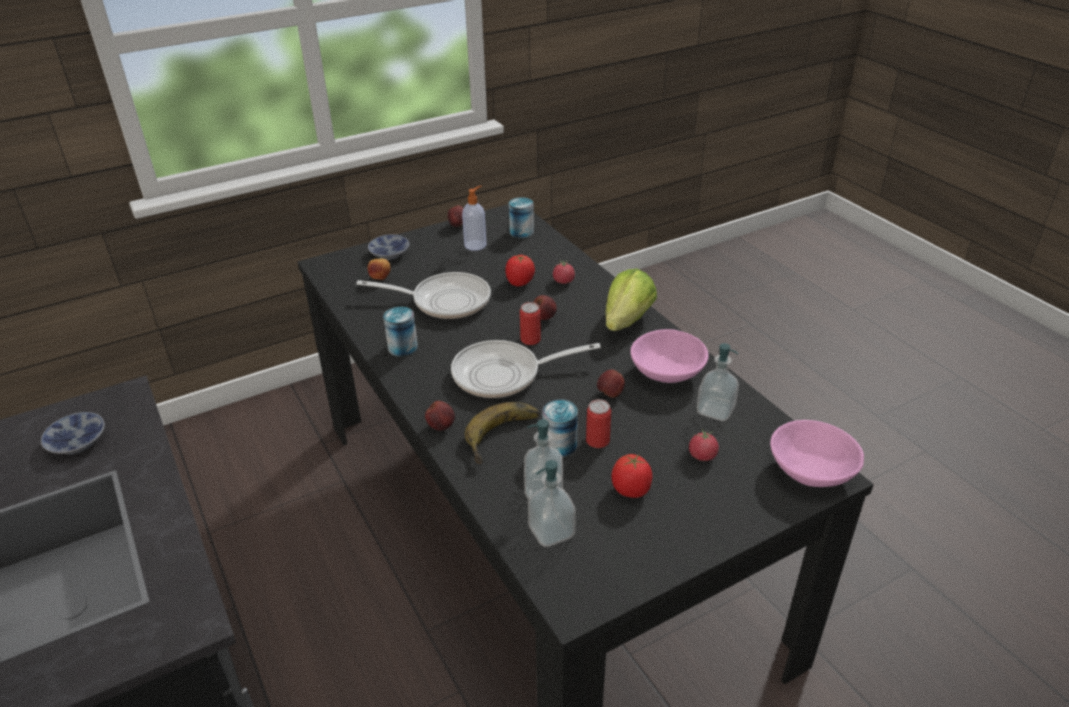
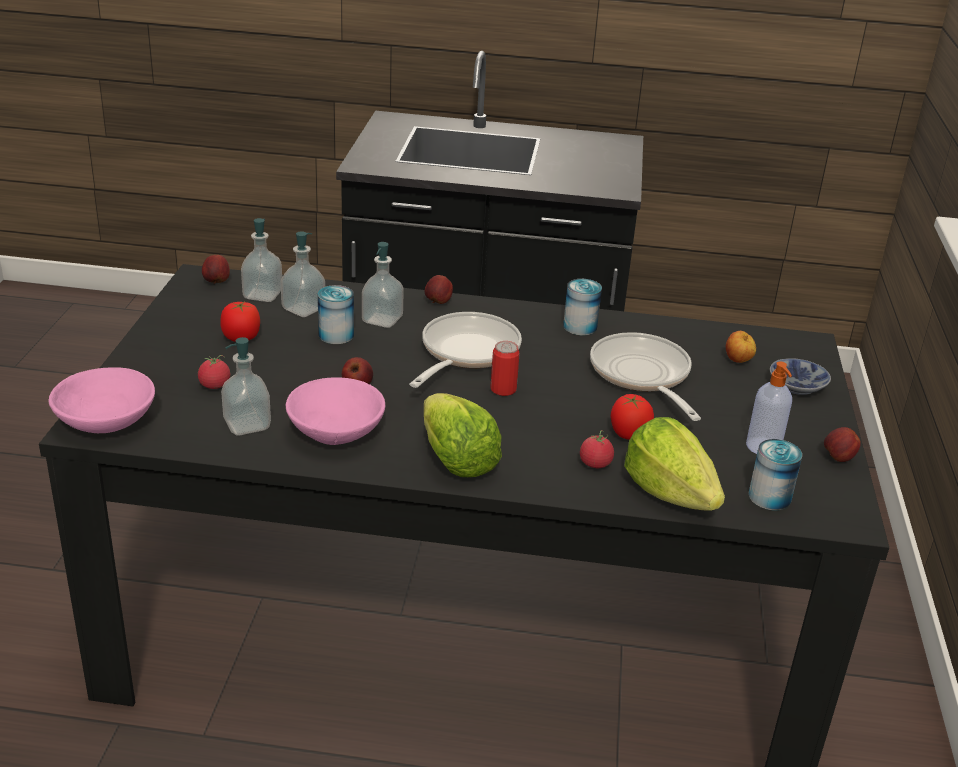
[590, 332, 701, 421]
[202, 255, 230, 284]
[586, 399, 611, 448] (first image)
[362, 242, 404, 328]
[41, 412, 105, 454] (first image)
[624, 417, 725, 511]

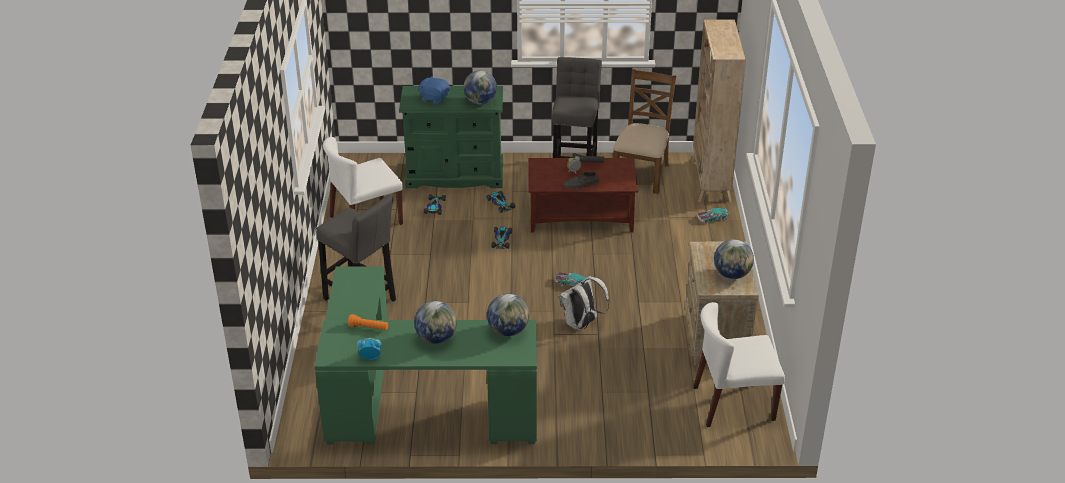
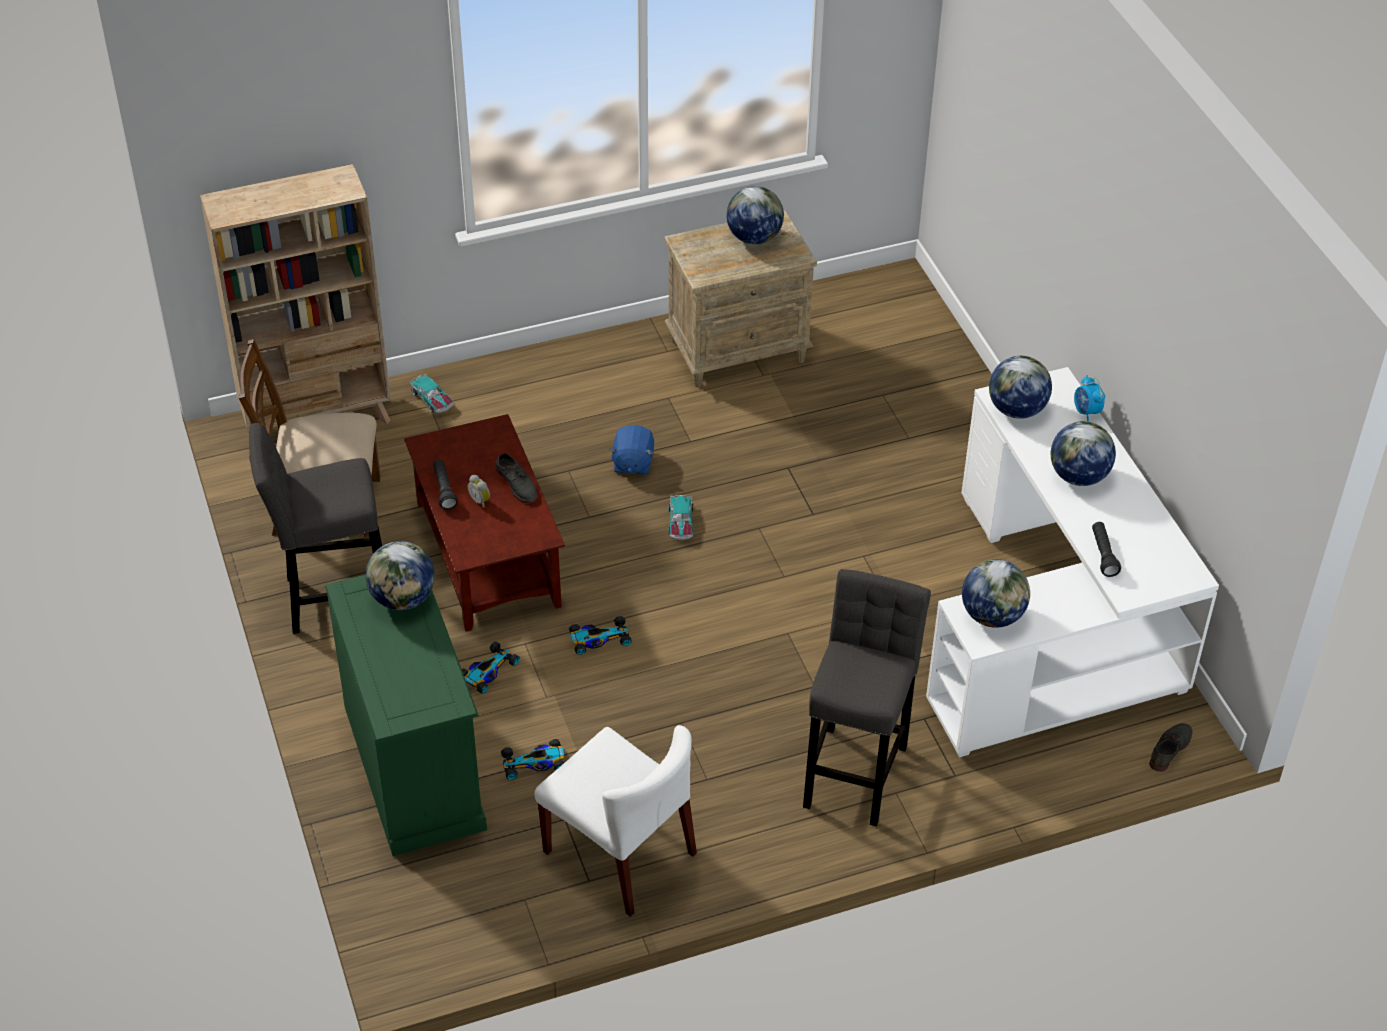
[609, 425, 654, 475]
[926, 367, 1219, 757]
[559, 276, 609, 330] (first image)
[693, 302, 785, 427] (first image)
[1092, 522, 1121, 577]
[1074, 375, 1105, 421]
[962, 559, 1030, 628]
[1149, 723, 1193, 772]

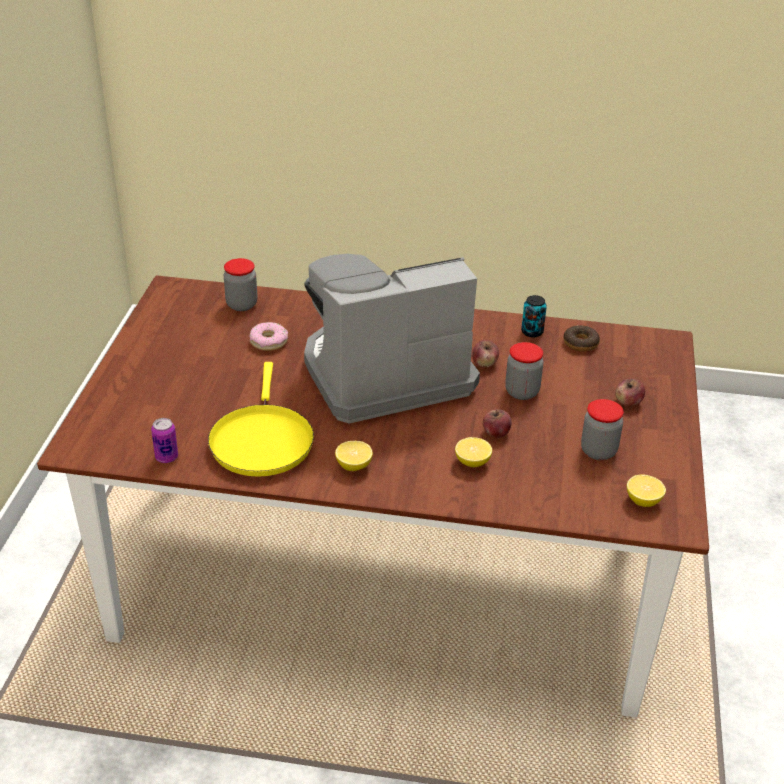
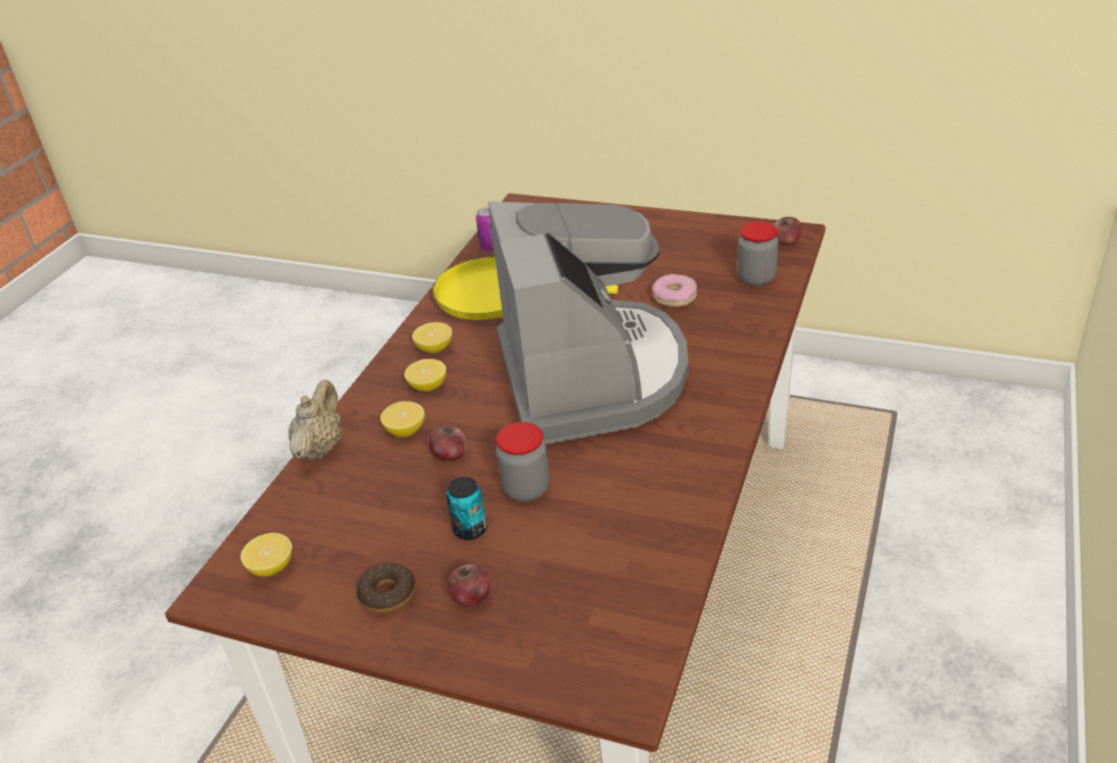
[446, 477, 487, 540]
[357, 563, 416, 614]
[773, 217, 802, 245]
[581, 399, 624, 460] (first image)
[405, 359, 446, 392]
[288, 380, 342, 460]

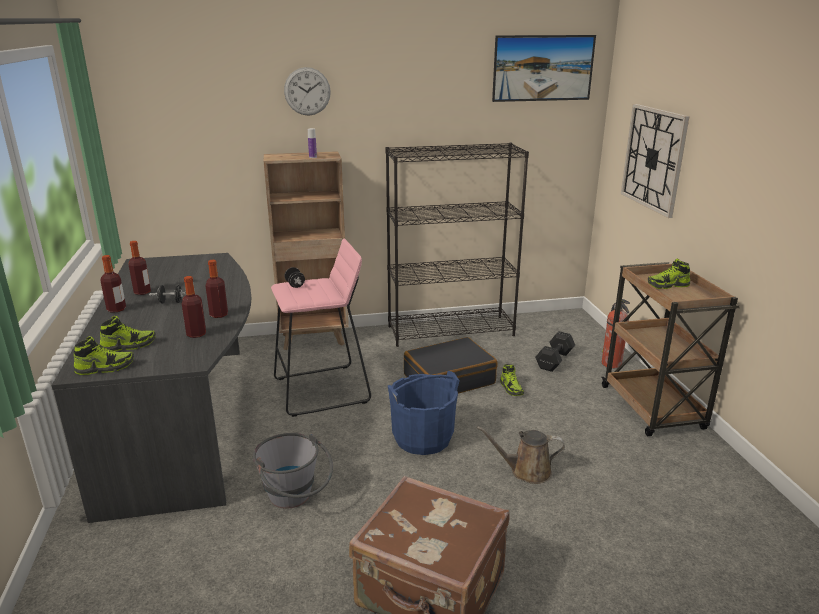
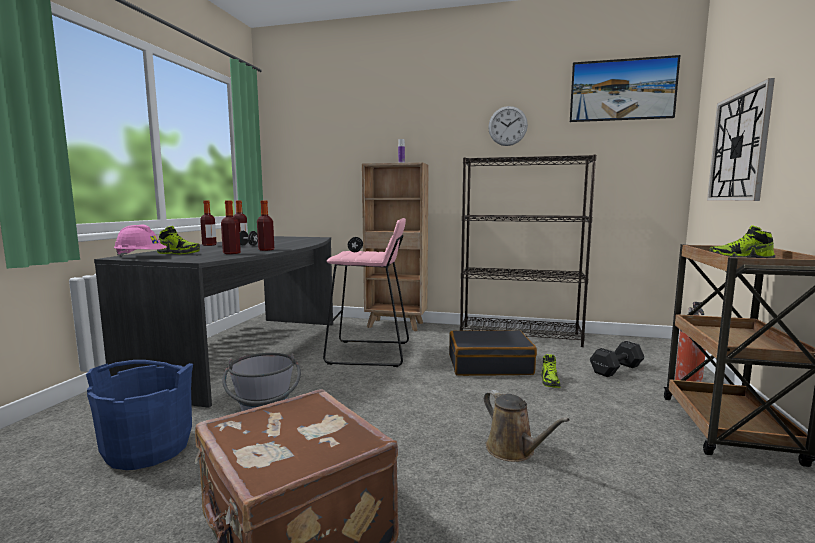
[488, 106, 528, 146]
[114, 225, 167, 257]
[86, 360, 193, 470]
[484, 390, 570, 462]

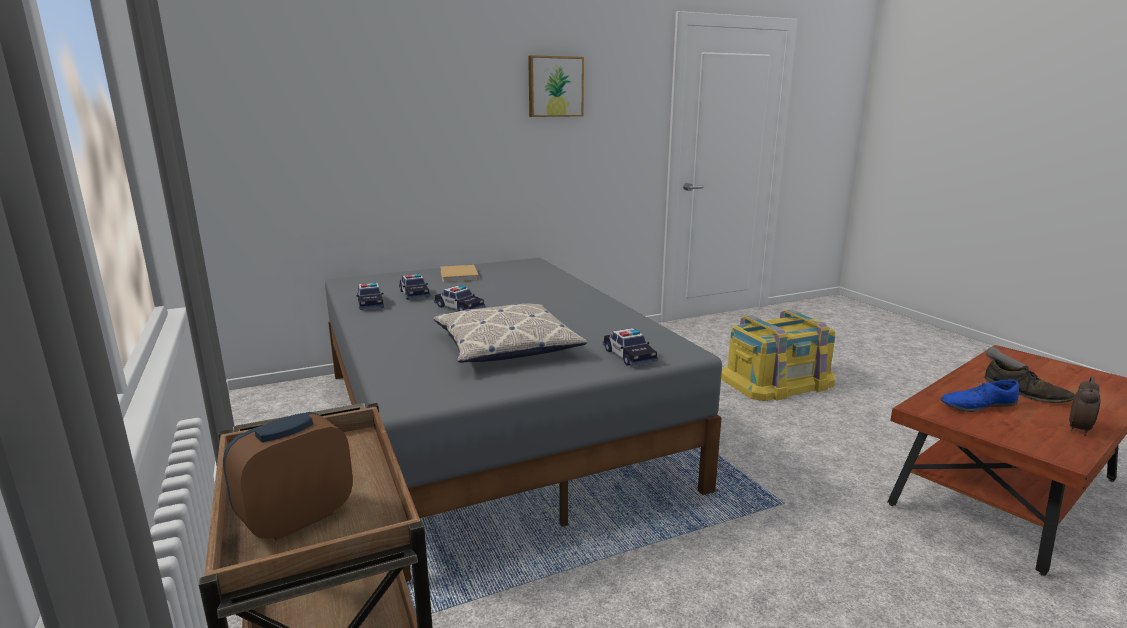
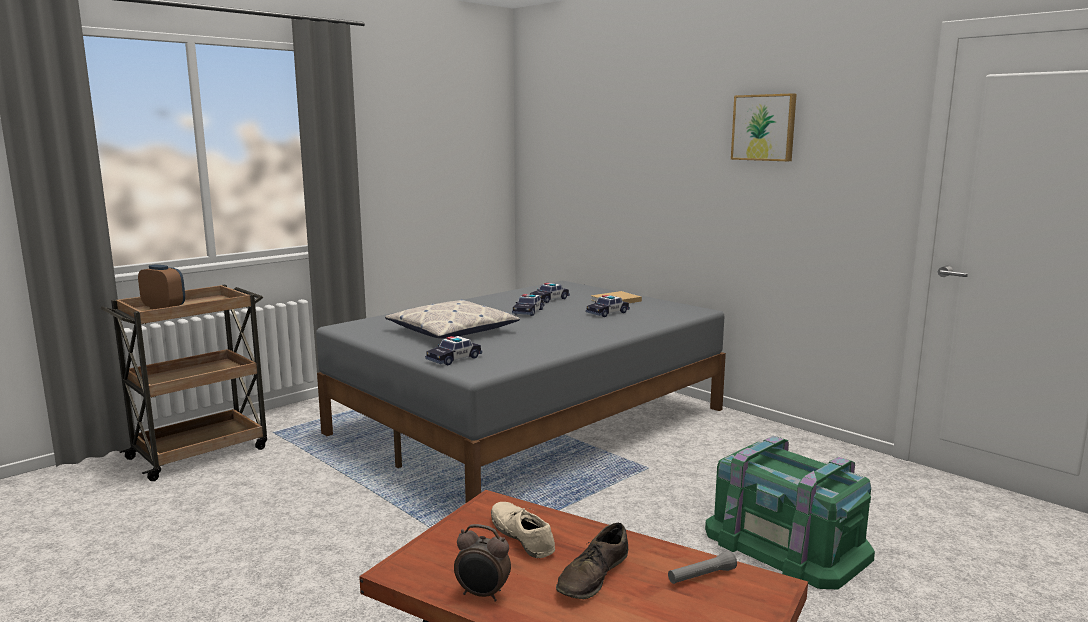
[586, 295, 630, 317]
[705, 436, 875, 589]
[491, 502, 555, 558]

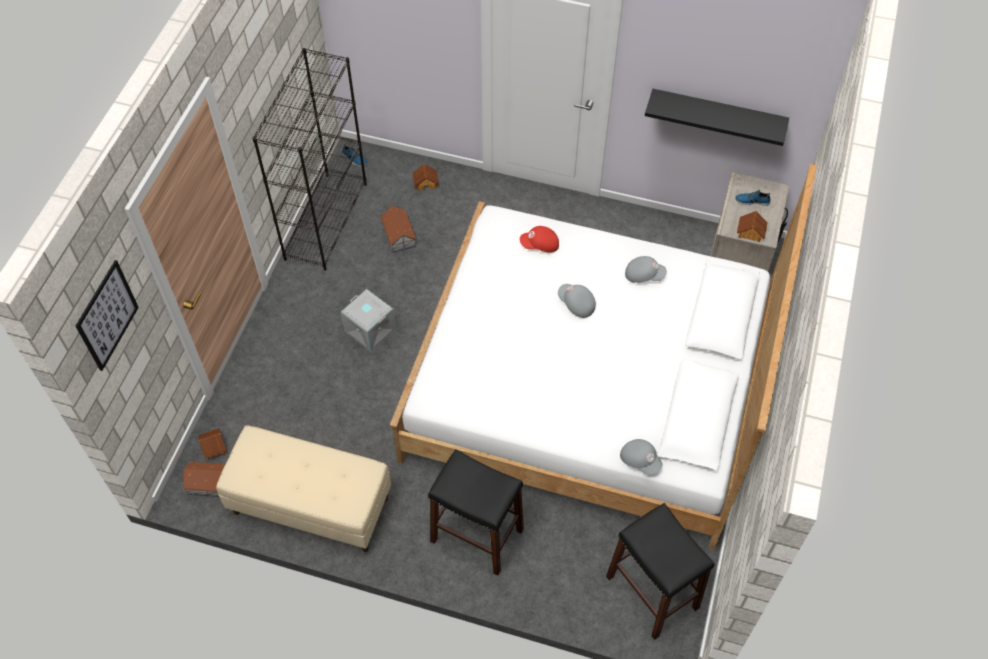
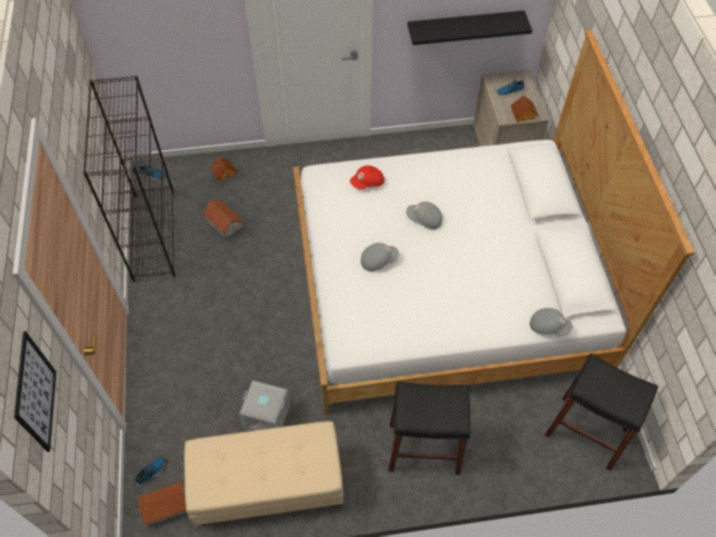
[361, 243, 399, 271]
[239, 380, 290, 431]
[135, 457, 165, 486]

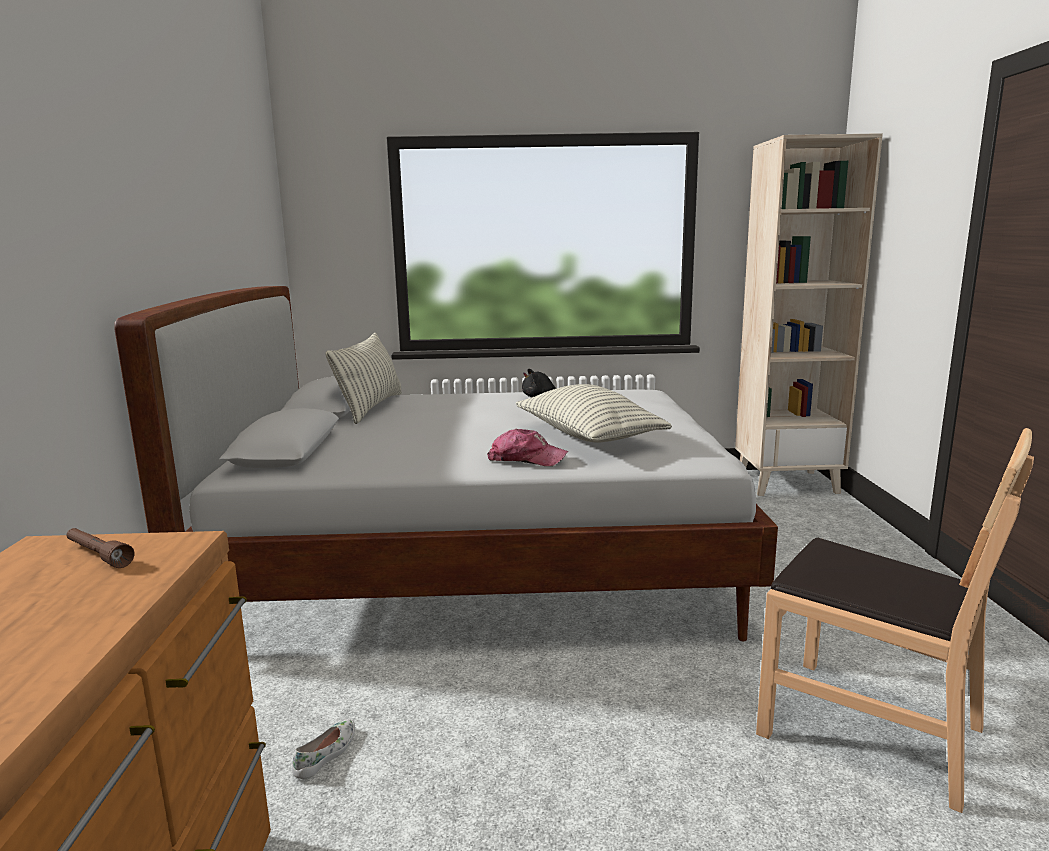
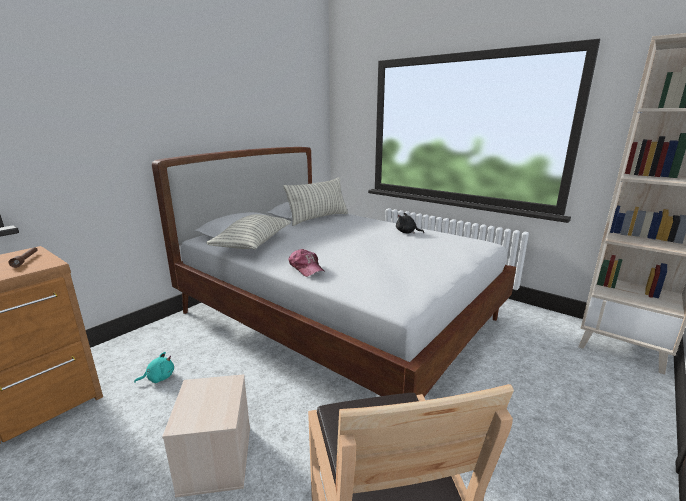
[206, 214, 291, 250]
[134, 352, 174, 383]
[162, 374, 250, 498]

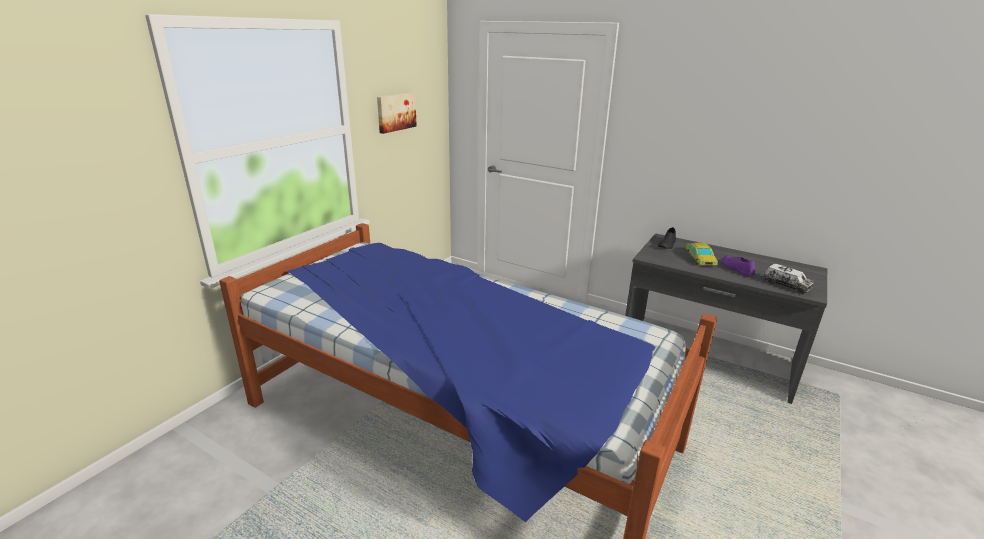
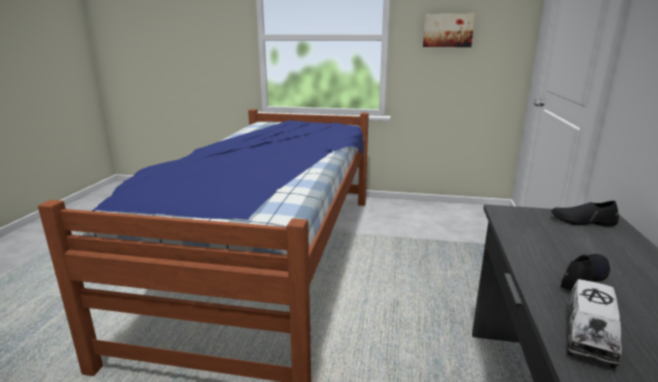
[686, 243, 718, 265] (first image)
[561, 254, 610, 291]

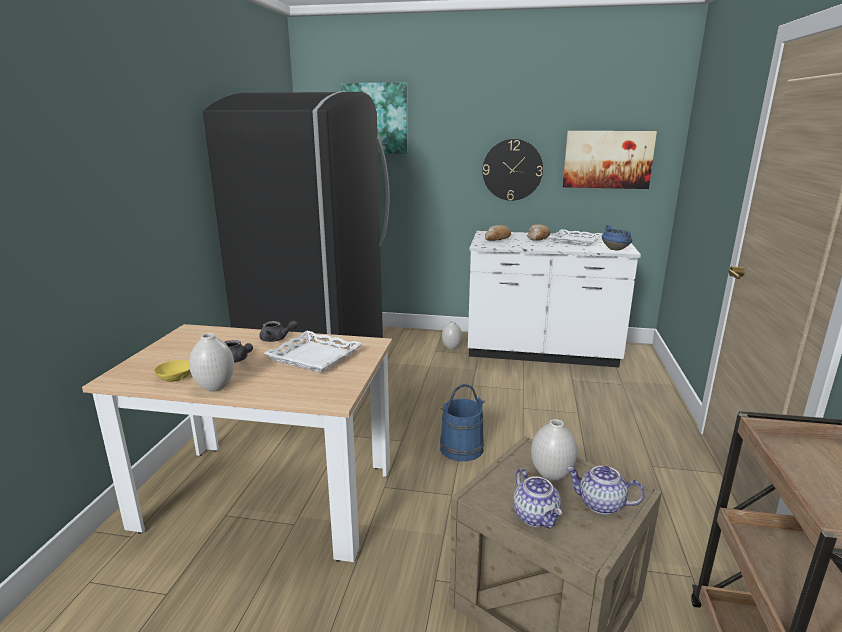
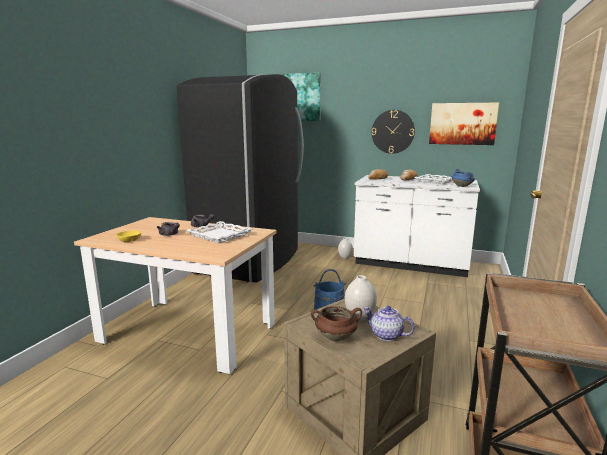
[189, 333, 234, 392] (first image)
[311, 306, 362, 341]

